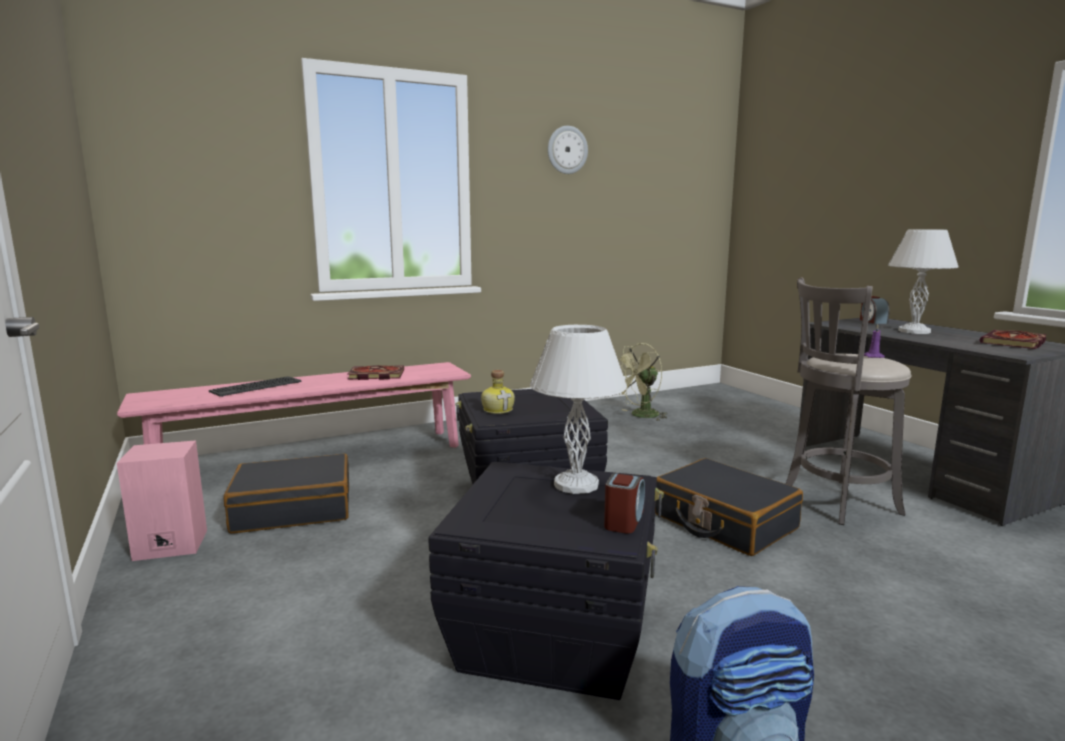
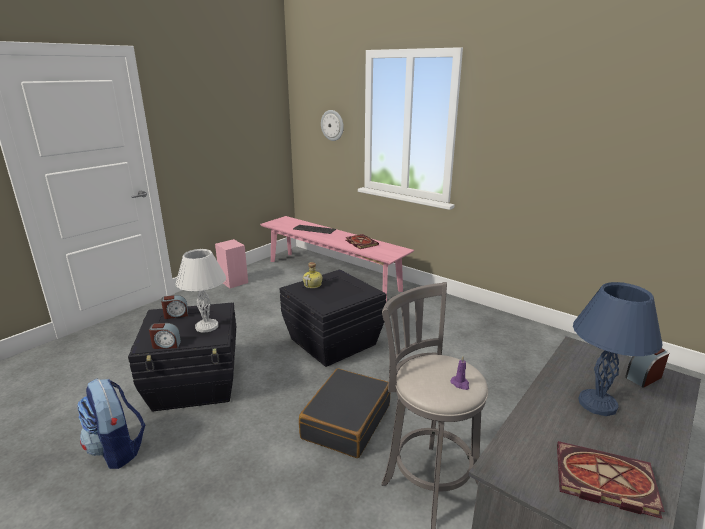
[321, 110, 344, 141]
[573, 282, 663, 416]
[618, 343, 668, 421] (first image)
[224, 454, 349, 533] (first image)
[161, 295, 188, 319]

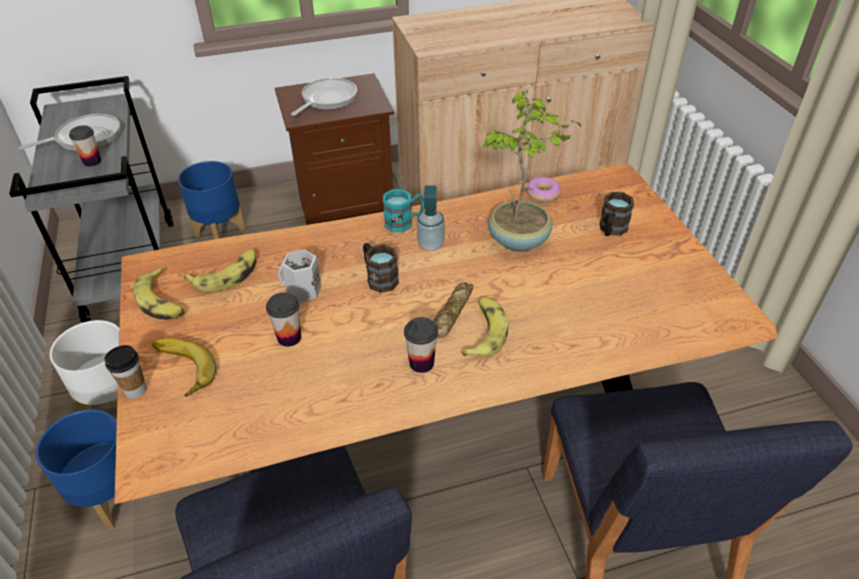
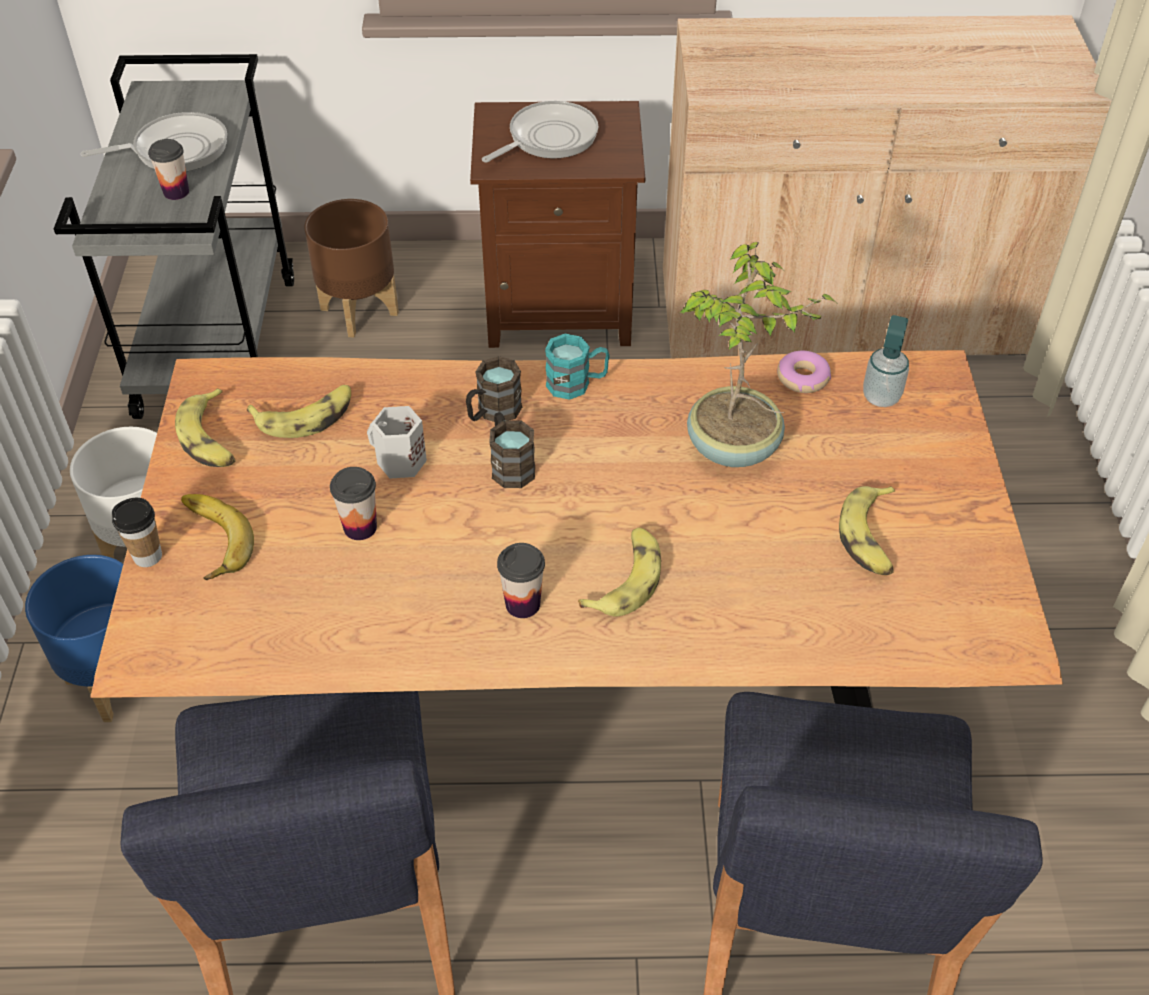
[304, 199, 399, 338]
[863, 315, 909, 407]
[466, 356, 522, 422]
[433, 283, 473, 338] (first image)
[839, 486, 895, 575]

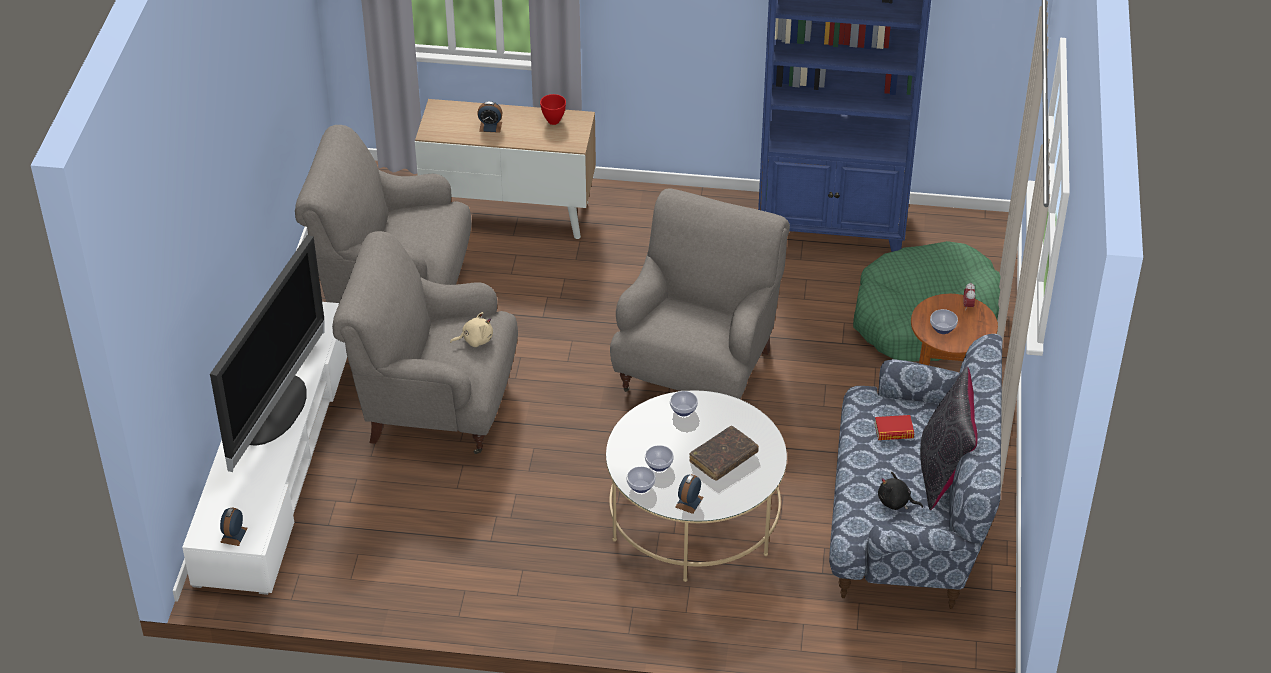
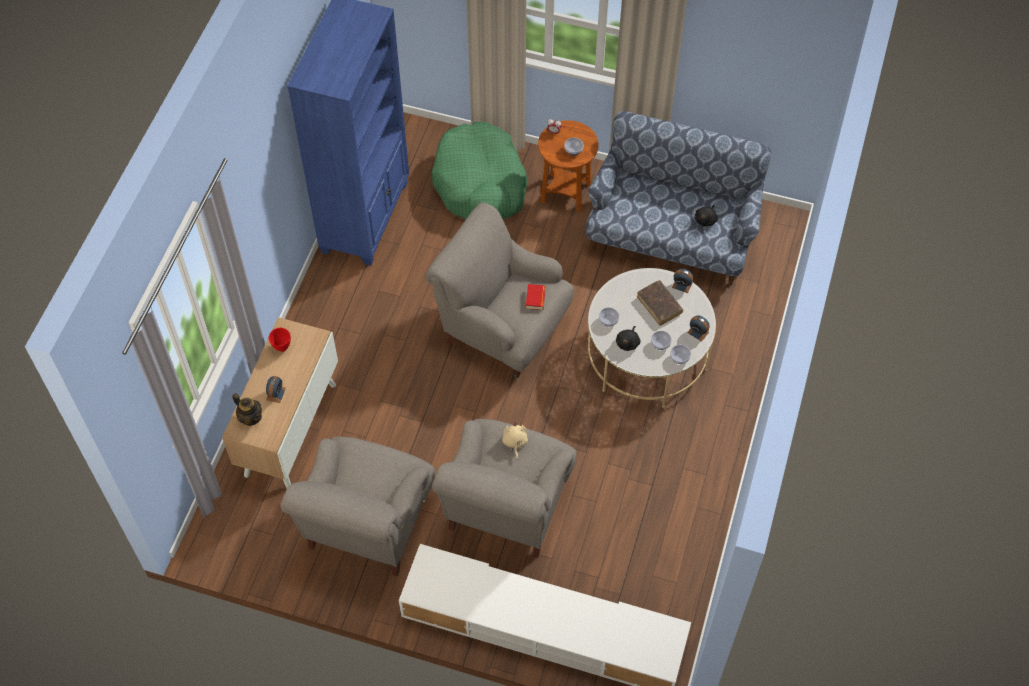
[210, 235, 325, 472] (first image)
[920, 367, 978, 510] (first image)
[526, 284, 546, 310]
[672, 269, 693, 293]
[616, 326, 641, 351]
[232, 393, 262, 426]

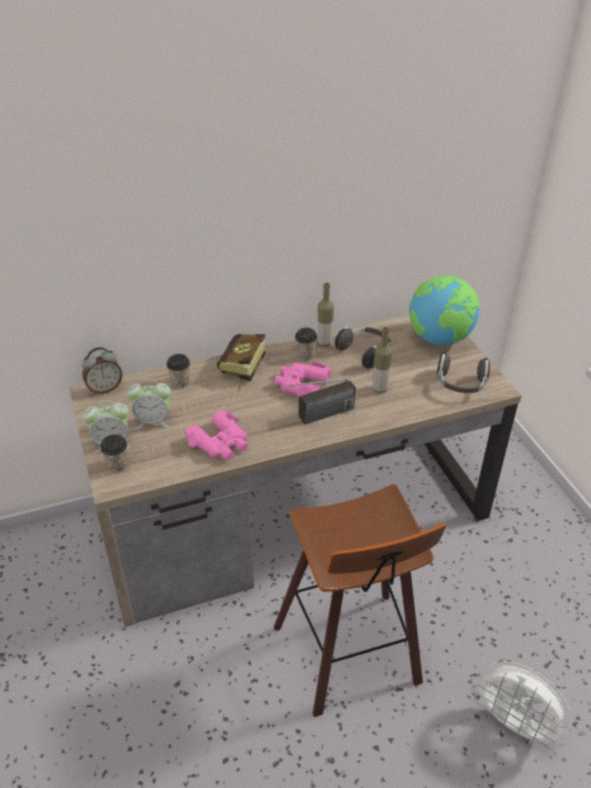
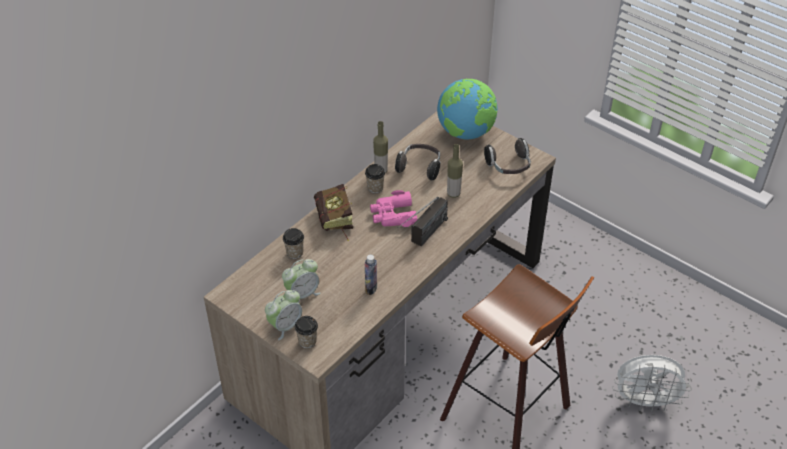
[82, 347, 122, 394] (first image)
[365, 255, 377, 295]

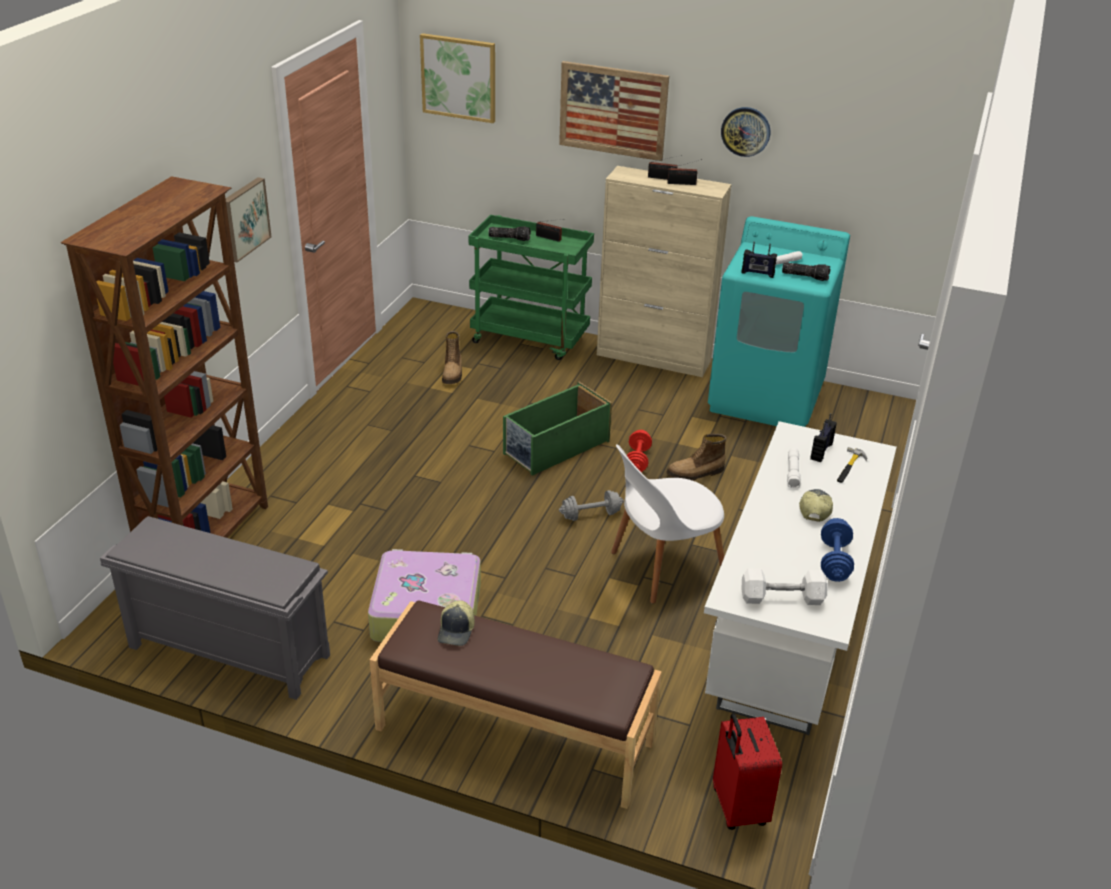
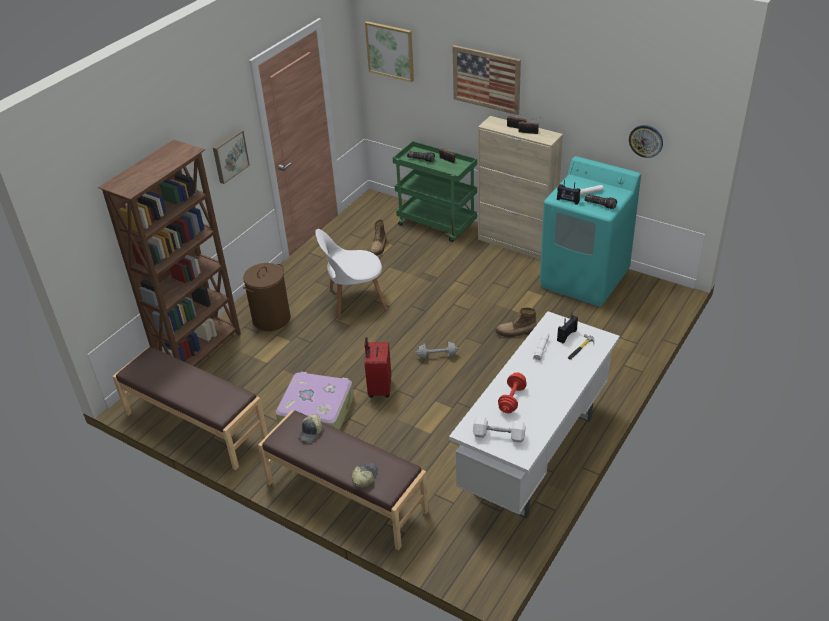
[629, 125, 663, 158]
[503, 382, 612, 476] (first image)
[498, 372, 527, 413]
[315, 229, 387, 320]
[352, 463, 378, 488]
[112, 347, 268, 470]
[821, 518, 854, 582] (first image)
[364, 337, 391, 398]
[243, 263, 291, 331]

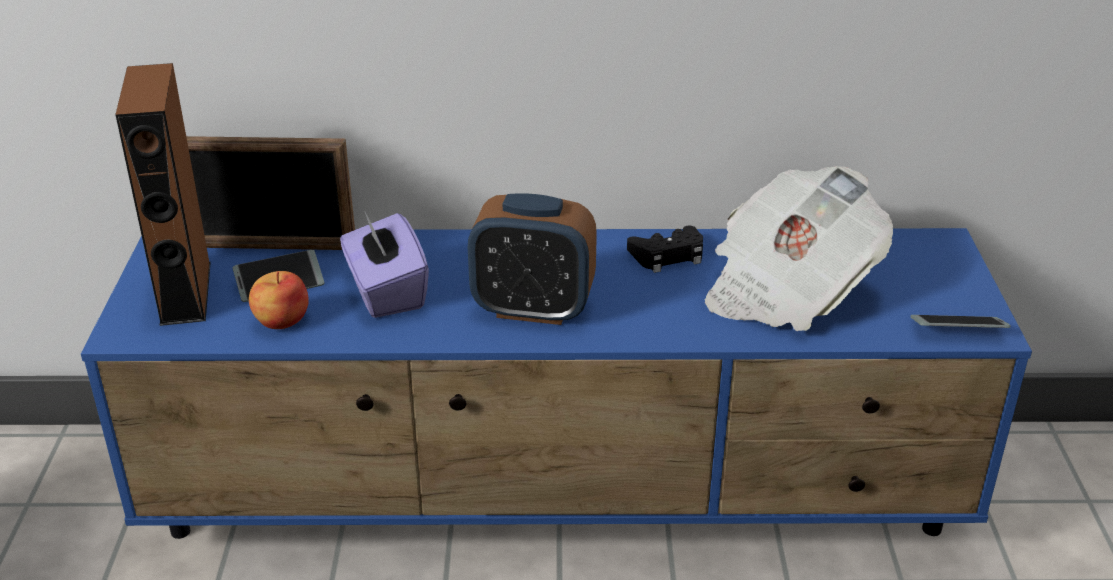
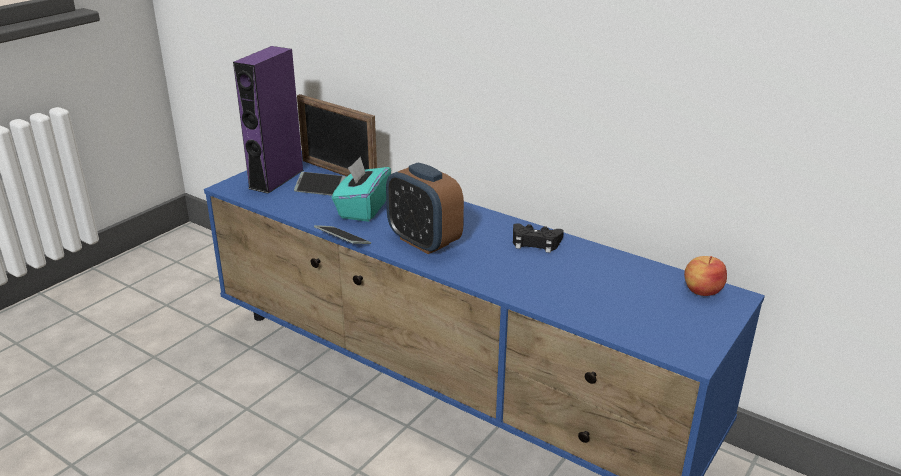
[233, 46, 304, 194]
[705, 166, 893, 331] (first image)
[332, 157, 391, 222]
[684, 256, 727, 296]
[314, 225, 371, 244]

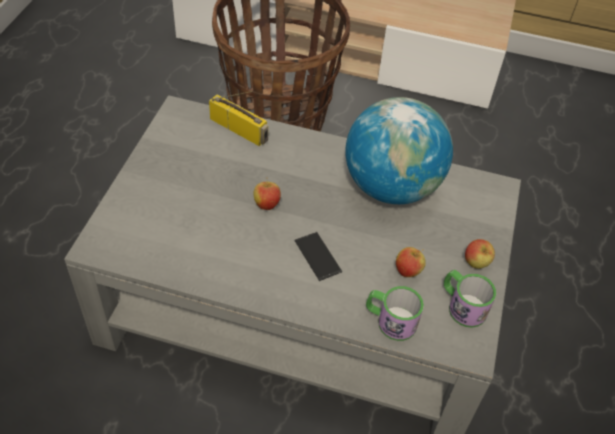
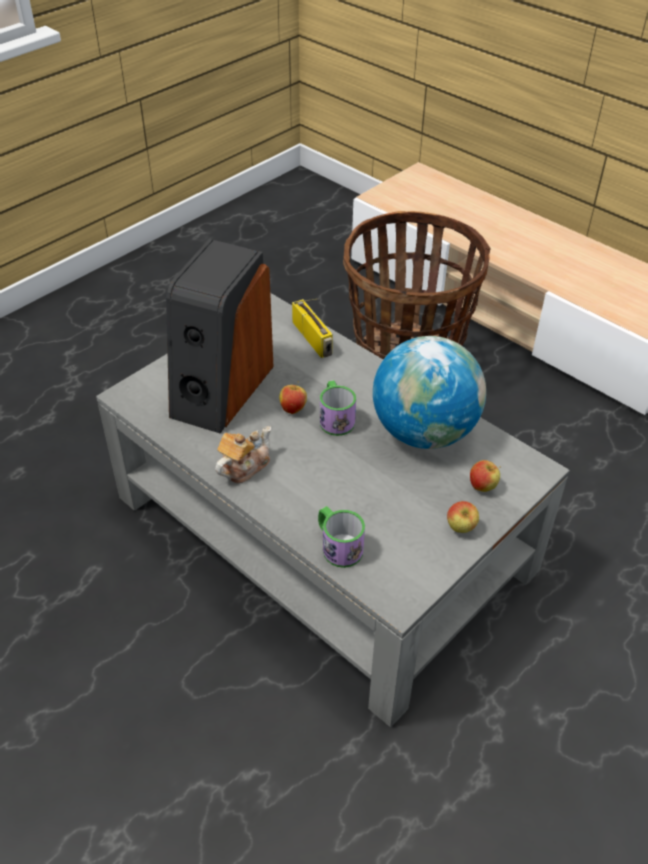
[294, 232, 342, 281] (first image)
[470, 460, 501, 492]
[320, 380, 356, 436]
[166, 239, 274, 433]
[215, 426, 271, 483]

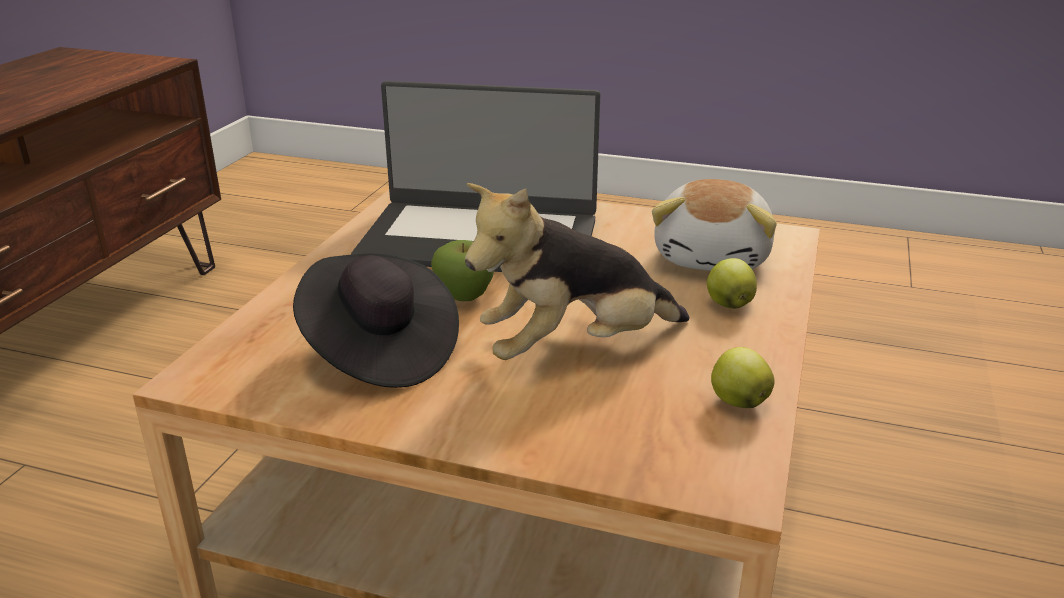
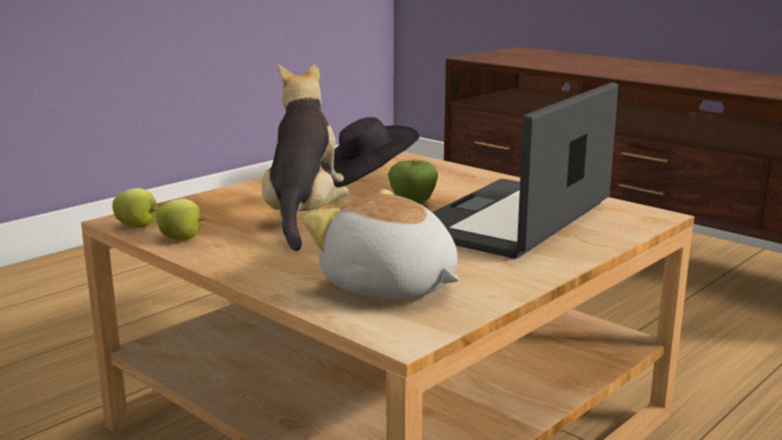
[112, 188, 157, 228]

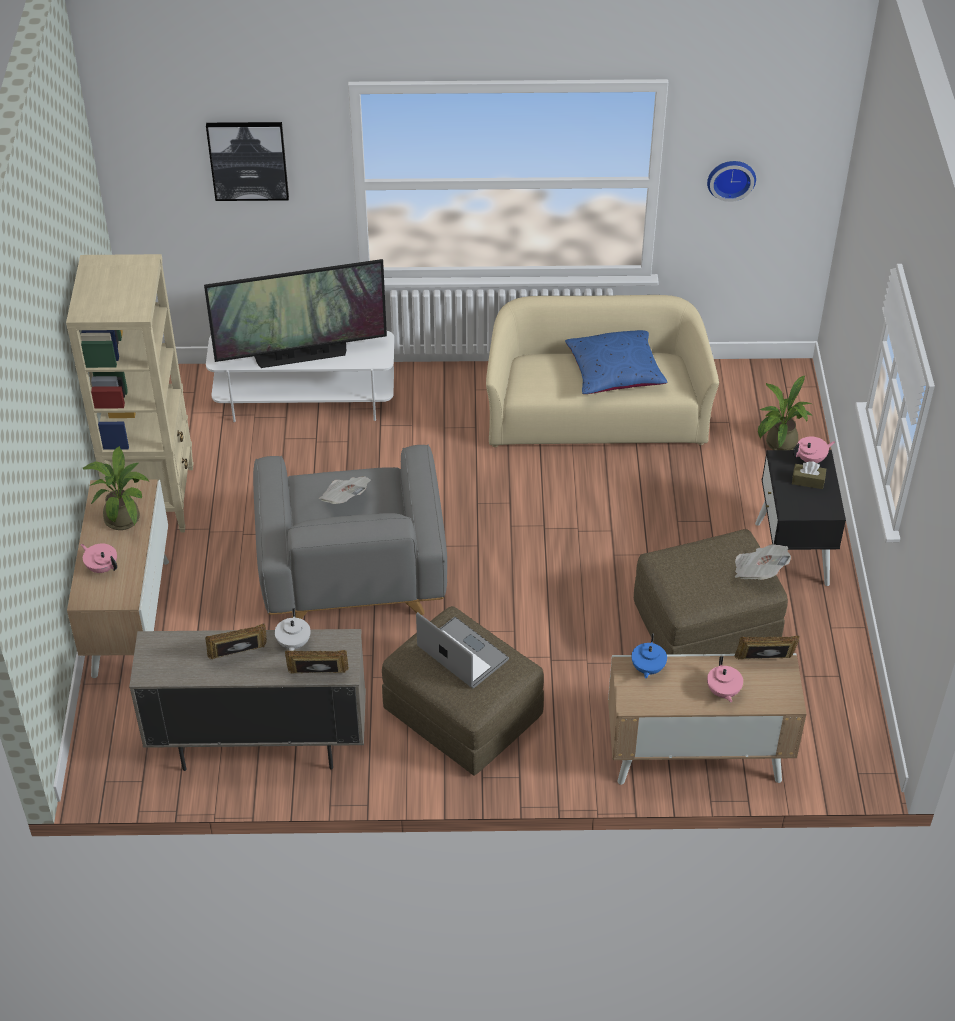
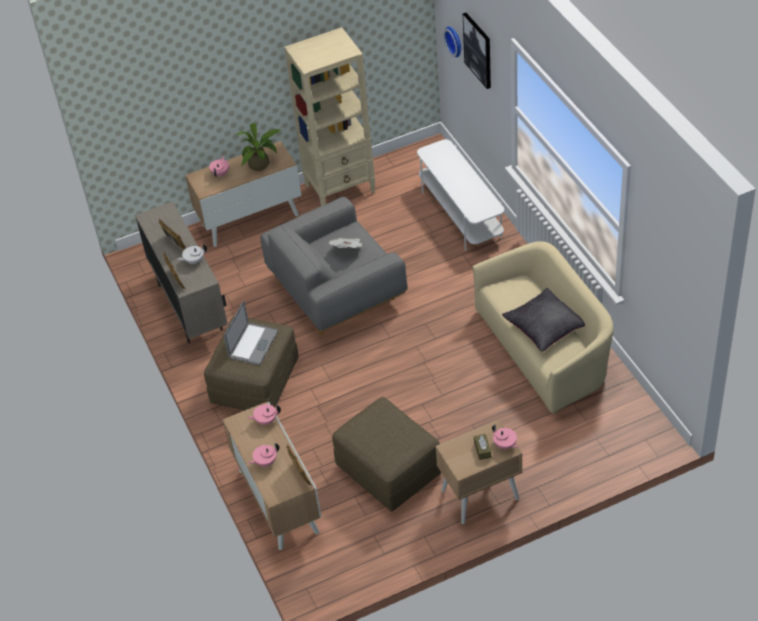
[444, 26, 461, 57]
[204, 259, 387, 368] (first image)
[502, 288, 585, 352]
[758, 375, 813, 450] (first image)
[435, 419, 523, 524]
[735, 544, 791, 580] (first image)
[247, 404, 281, 425]

